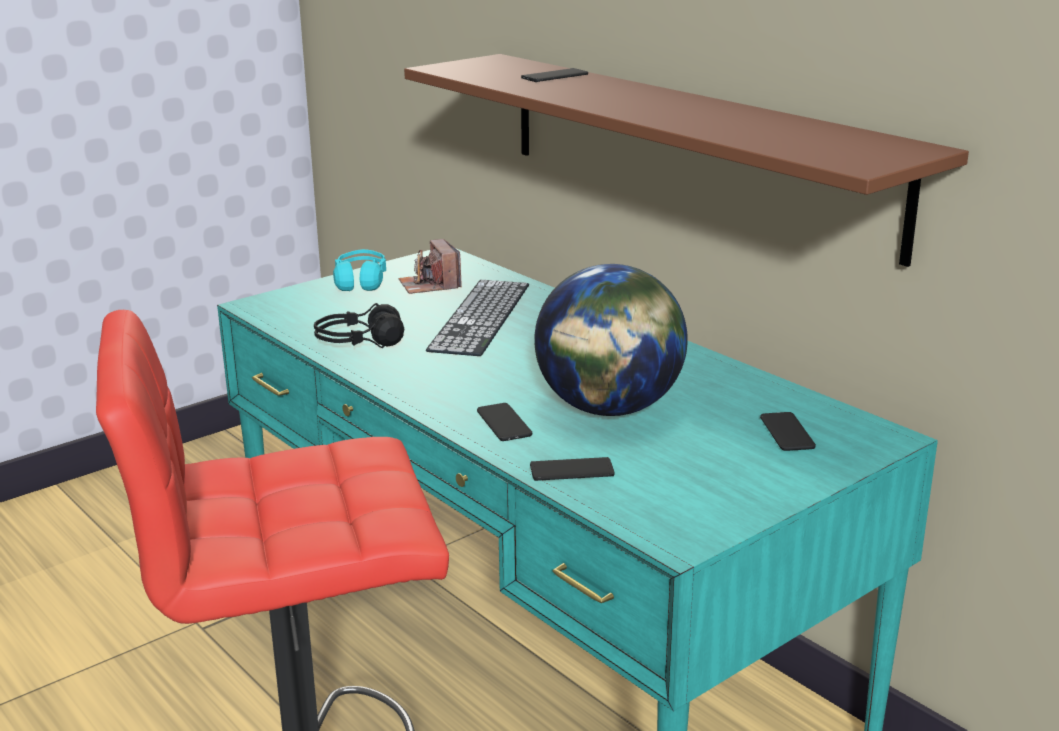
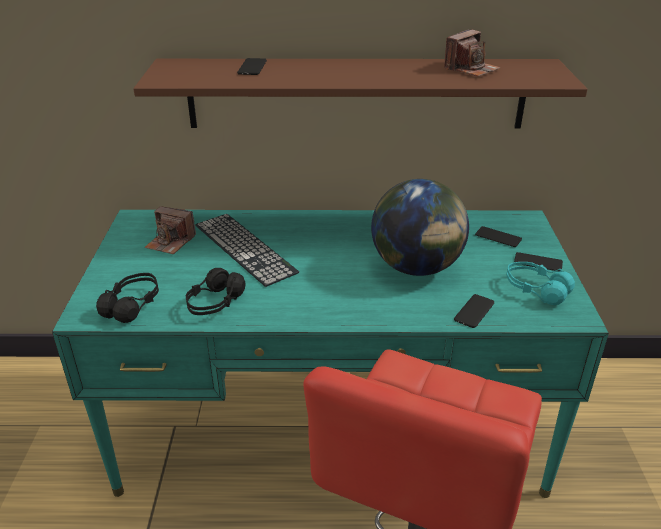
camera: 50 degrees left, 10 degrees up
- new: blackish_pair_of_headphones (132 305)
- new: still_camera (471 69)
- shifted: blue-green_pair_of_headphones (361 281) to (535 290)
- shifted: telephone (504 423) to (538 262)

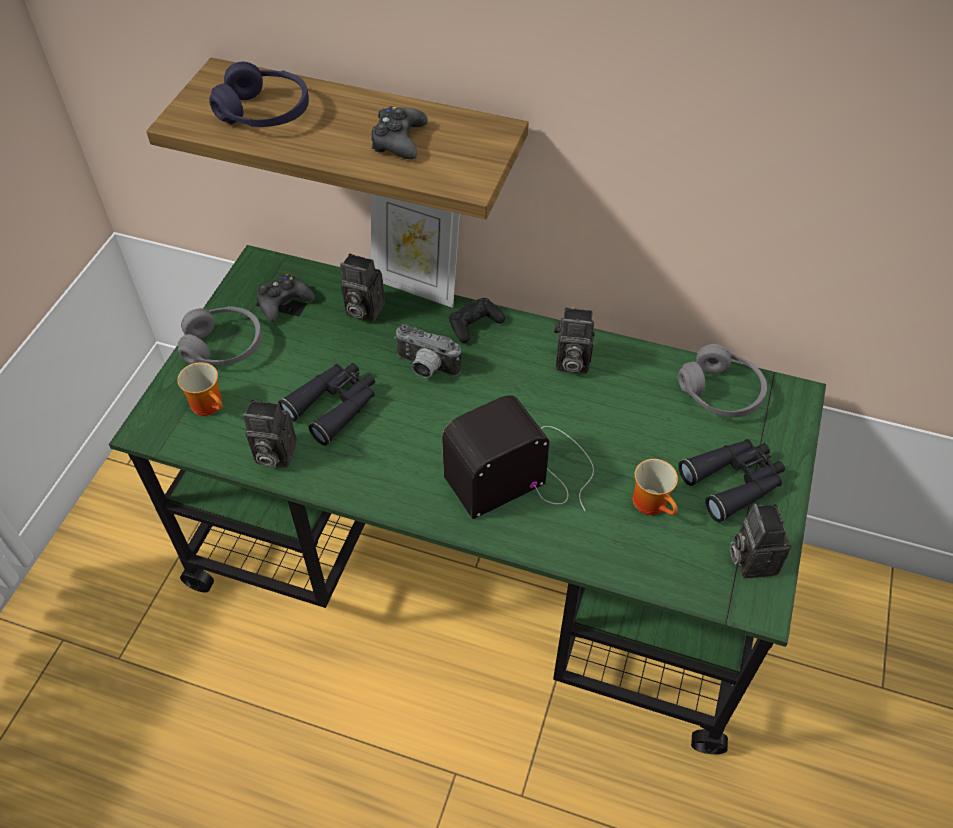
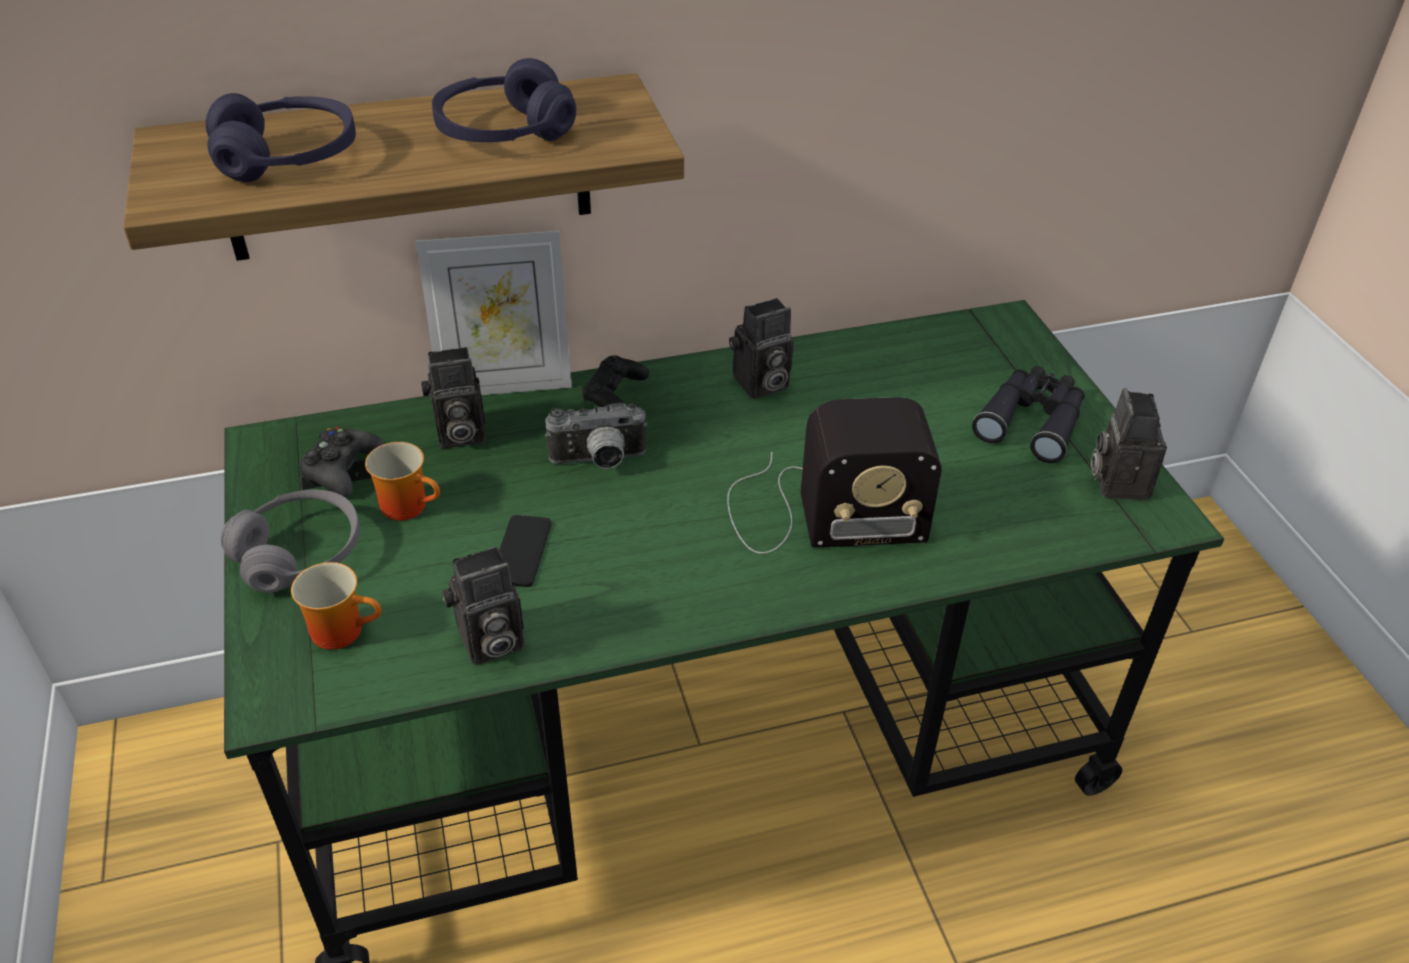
camera: 35 degrees left, 10 degrees down
- gone: gray_pair_of_headphones (720 393)
- shifted: tea_mug (654 503) to (410 505)
- swapped: blackish_field_glasses (334 406) to telephone (521 551)
- swapped: blackish_game_controller (398 140) to purple-coloured_pair_of_headphones (504 132)
- rotated: radio_set (525 472) = (818 512) 120 degrees counterclockwise
- rotated: still_camera (751 558) = (1117 480) 45 degrees clockwise

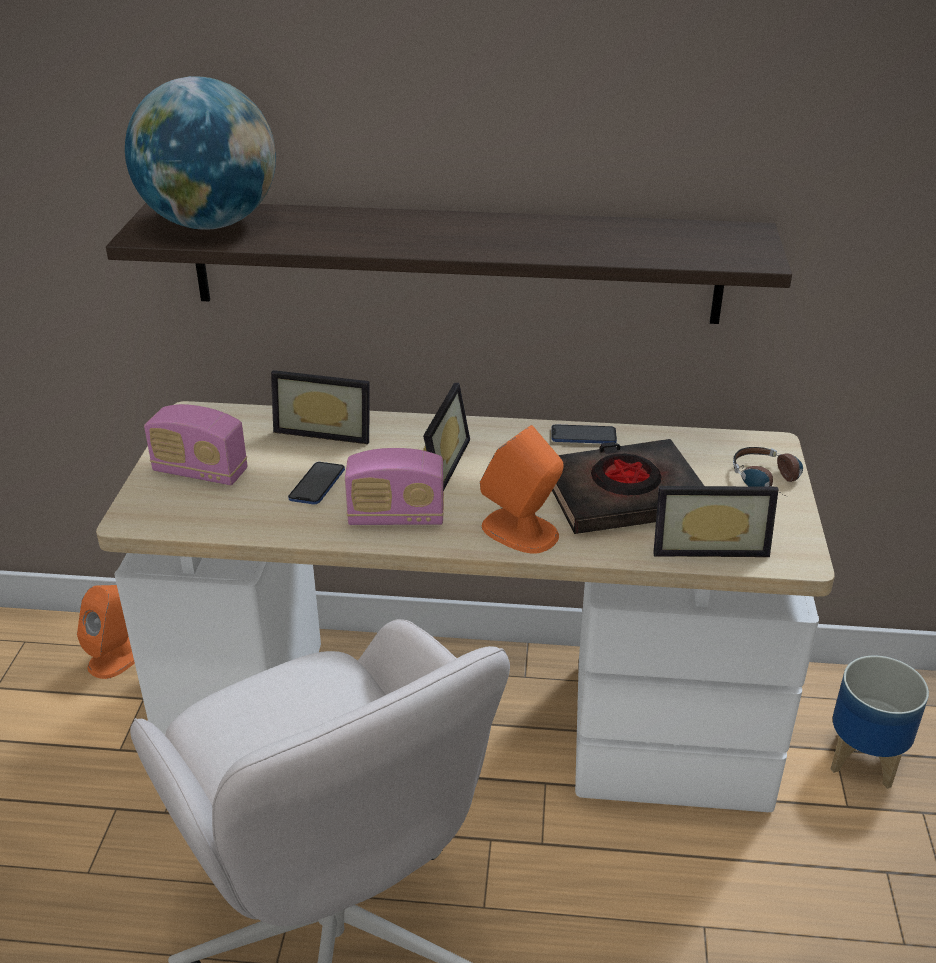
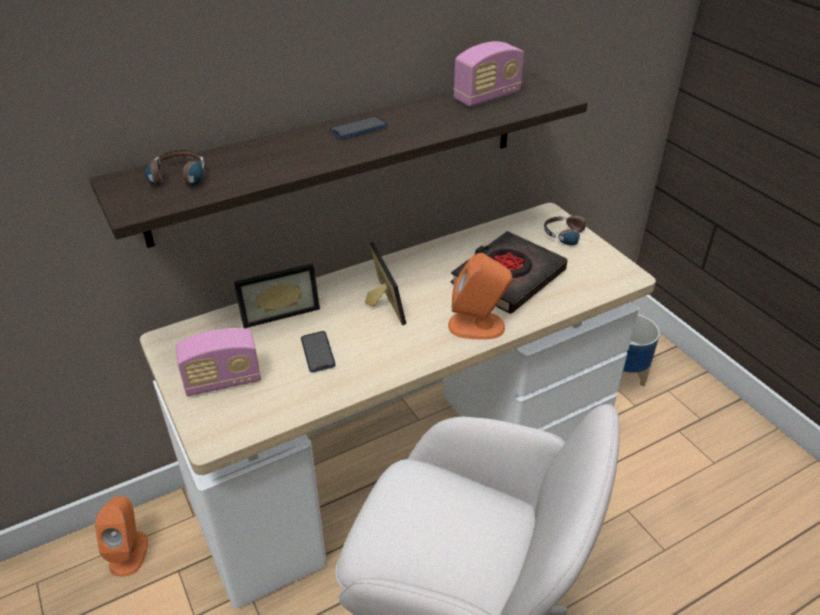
camera: 35 degrees left, 5 degrees up
- gone: picture_frame (708 544)
- shifted: radio_set (396 517) to (487 97)
- shifted: telephone (583 436) to (358 129)
- swapped: world_globe (211 224) to pair_of_headphones (176 182)

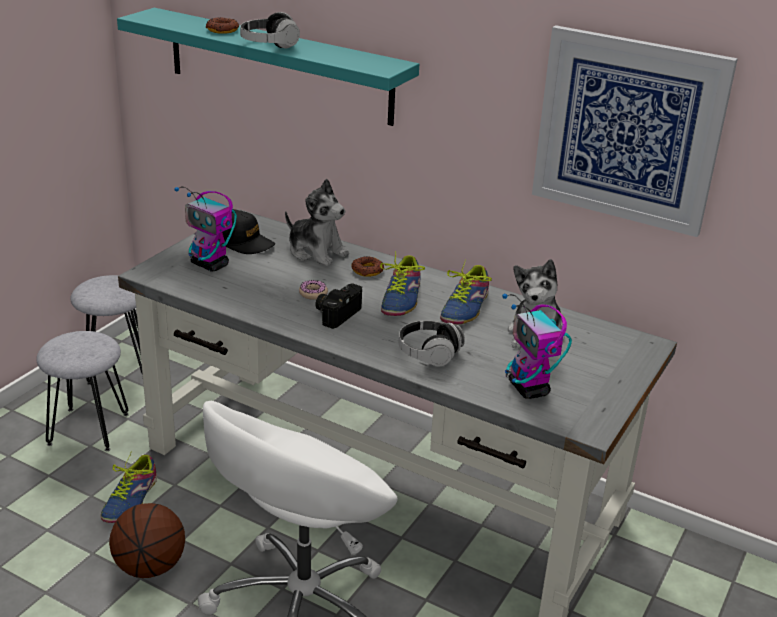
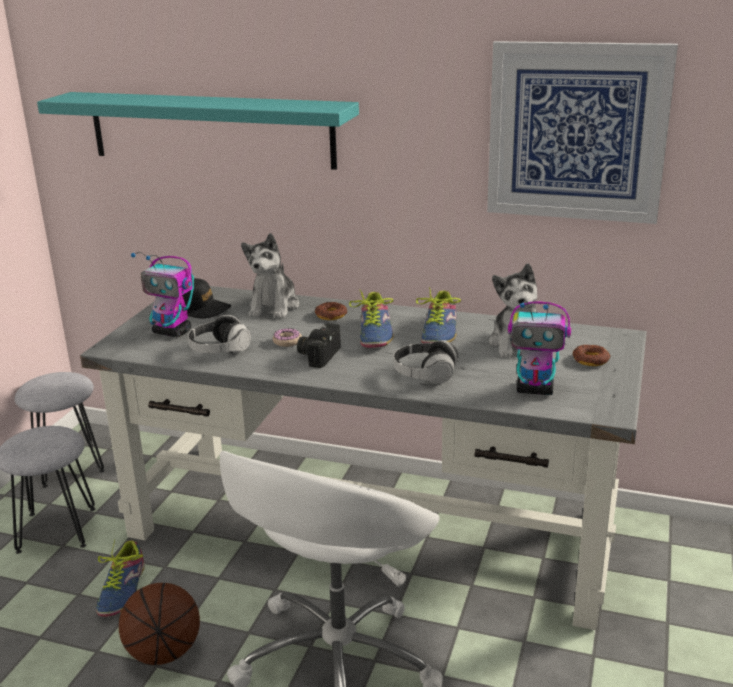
camera: 10 degrees left, 5 degrees down
- shifted: donut (222 30) to (590 360)
- shifted: pair_of_headphones (269 45) to (219 350)
- rotated: soft_toy (316 252) = (274 307) 75 degrees clockwise
- rotated: toy_robot (529 389) = (535 389) 45 degrees counterclockwise

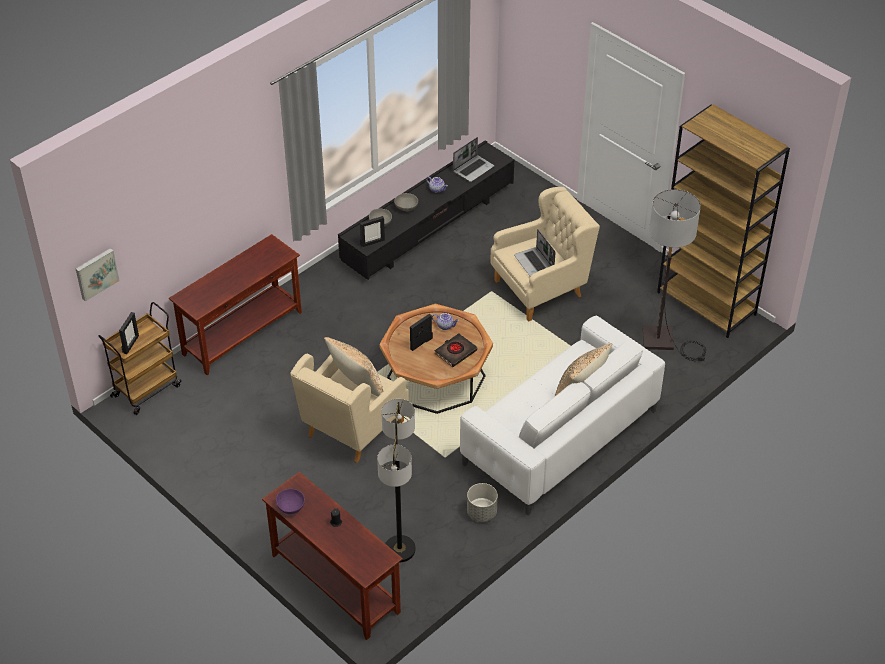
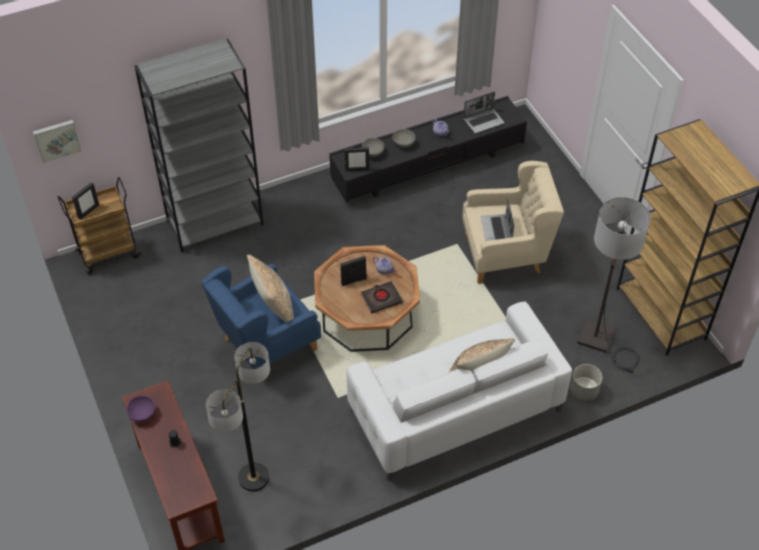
camera: 20 degrees right, 5 degrees up
- shifted: gray_planter (481 512) to (584 391)
- swapped: brownish_narrow_table (242 333) to gray_bookshelf (215 223)
- repainted: sand-coloured_easy_chair (351 430) to bluish_easy_chair (266 344)

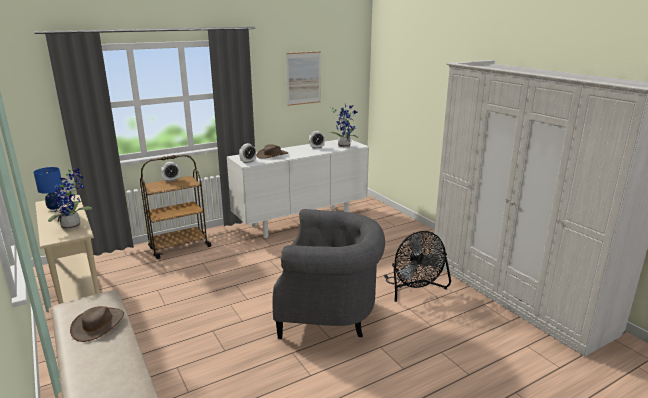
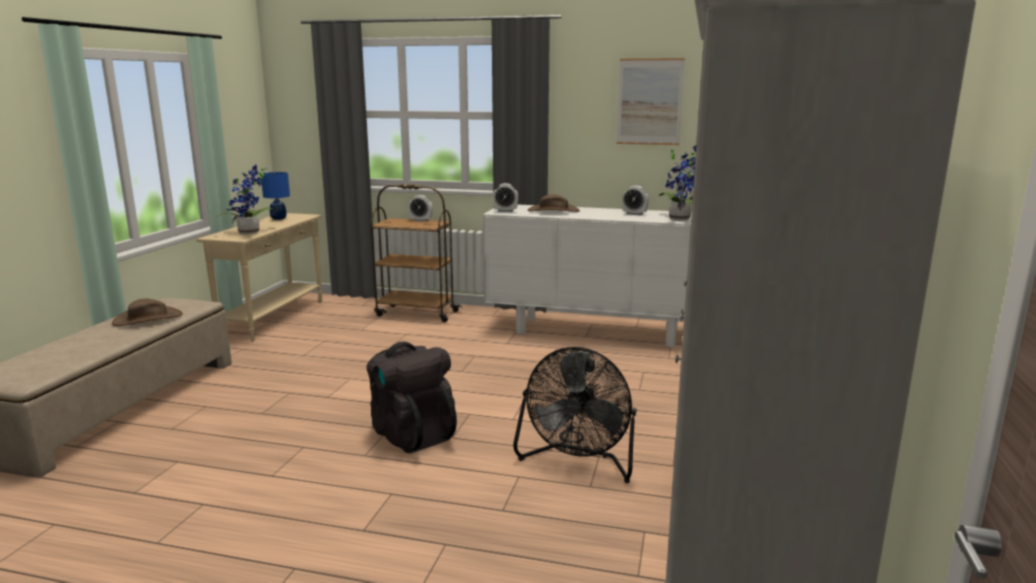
camera: 45 degrees right, 5 degrees down
- swapped: gray_easy_chair (328 315) to blackish_knapsack (411 434)

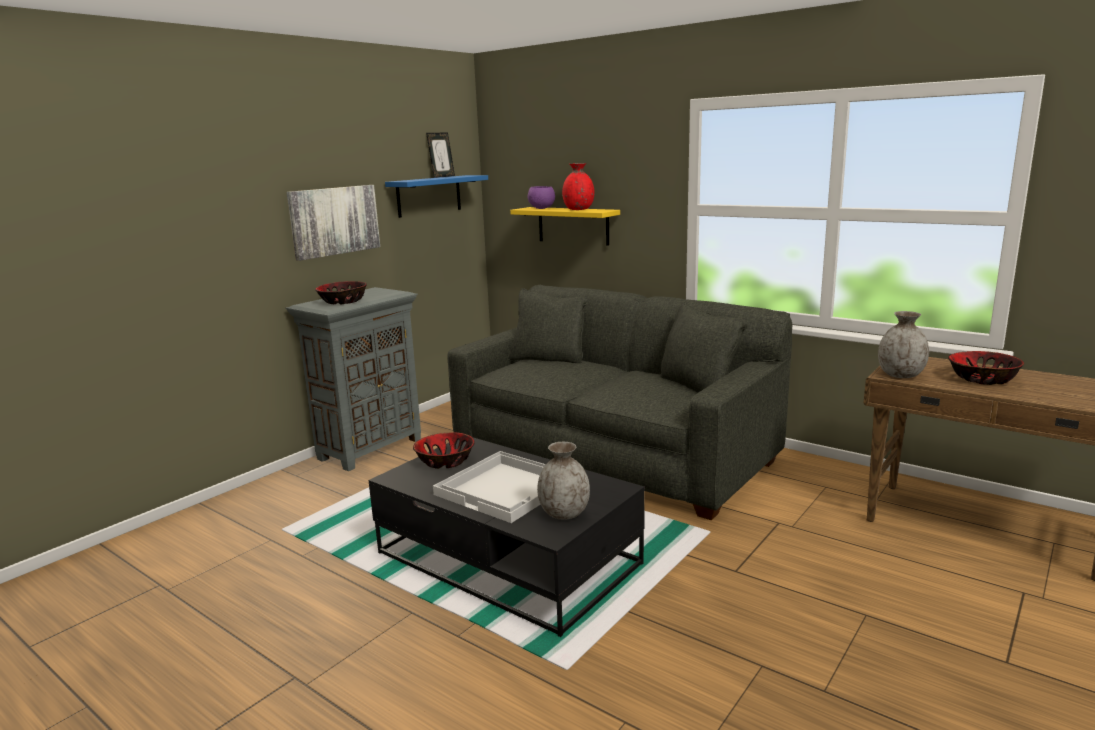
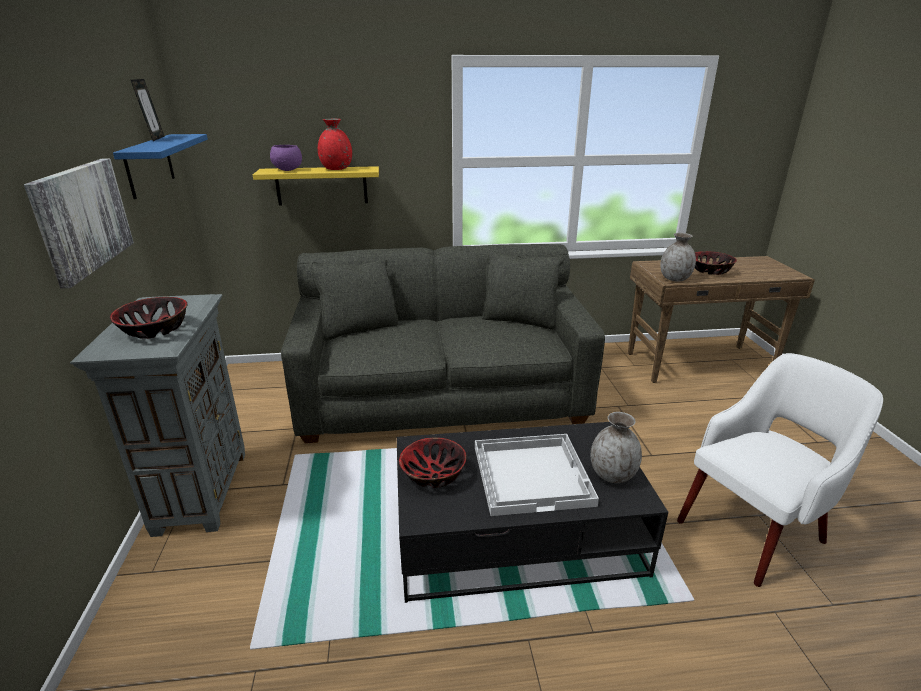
camera: 45 degrees left, 10 degrees up
- new: white-coloured_easy_chair (753 530)

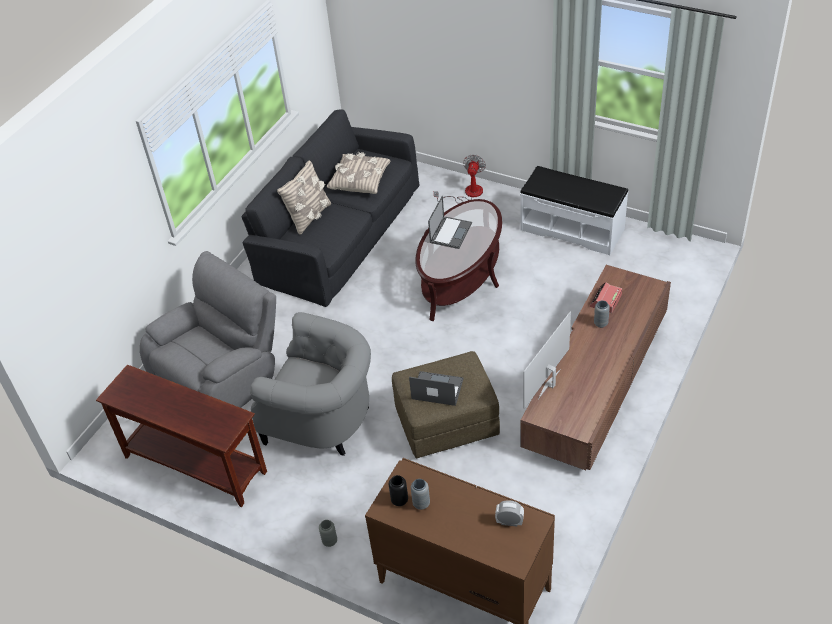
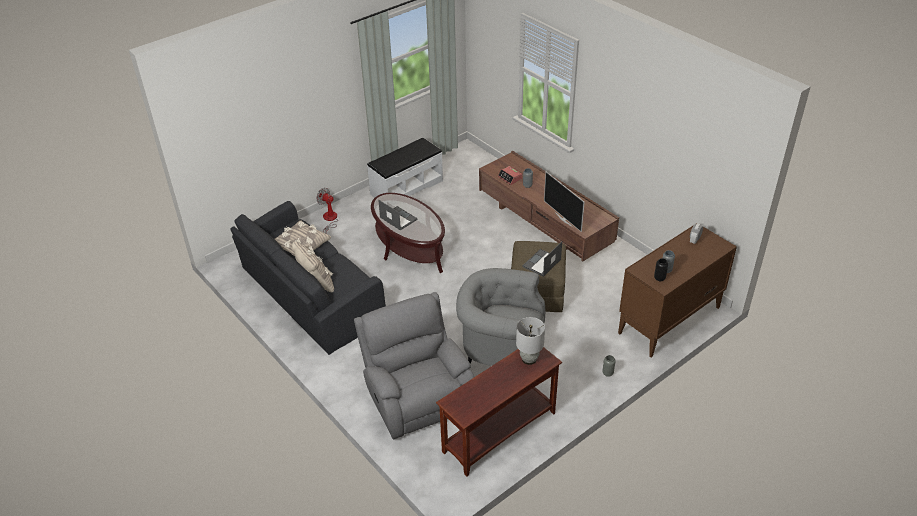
camera: 70 degrees left, 5 degrees down
- new: white-coloured_table_lamp (529 359)
- rotated: gray_easy_chair (322 422) = (500 351) 120 degrees counterclockwise

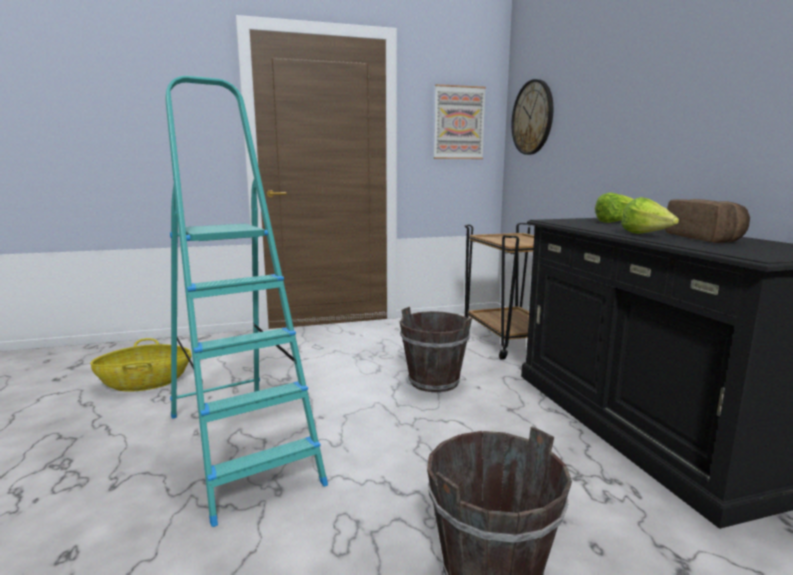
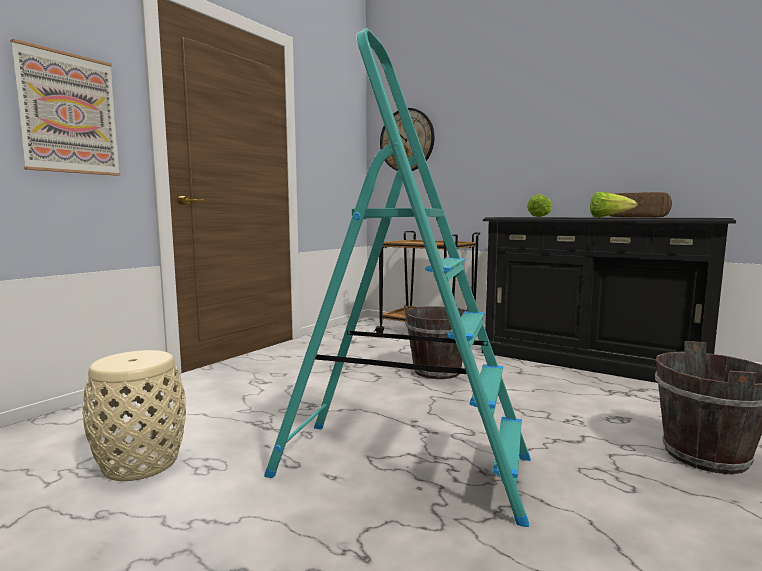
camera: 40 degrees left, 5 degrees down
- shifted: wall_art (459 123) to (68 114)
- swapped: household_basket (145 382) to sand-coloured_stool (140 463)

